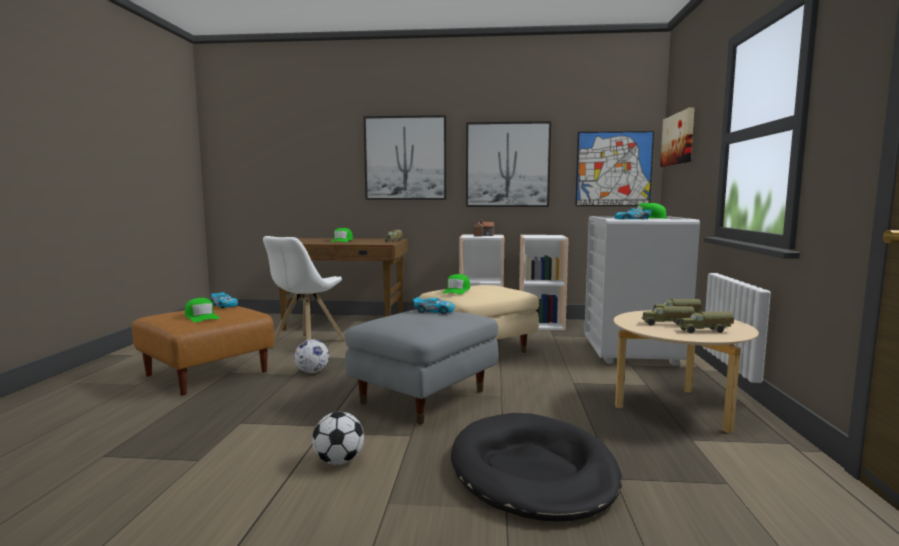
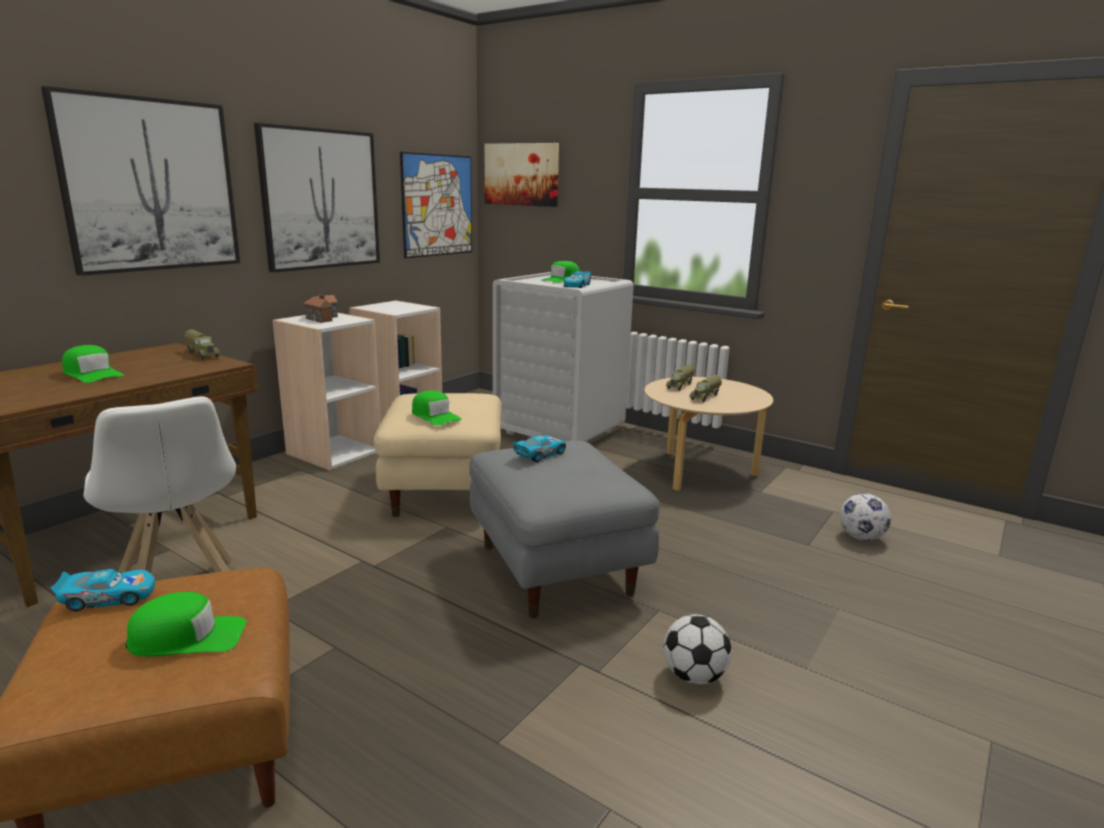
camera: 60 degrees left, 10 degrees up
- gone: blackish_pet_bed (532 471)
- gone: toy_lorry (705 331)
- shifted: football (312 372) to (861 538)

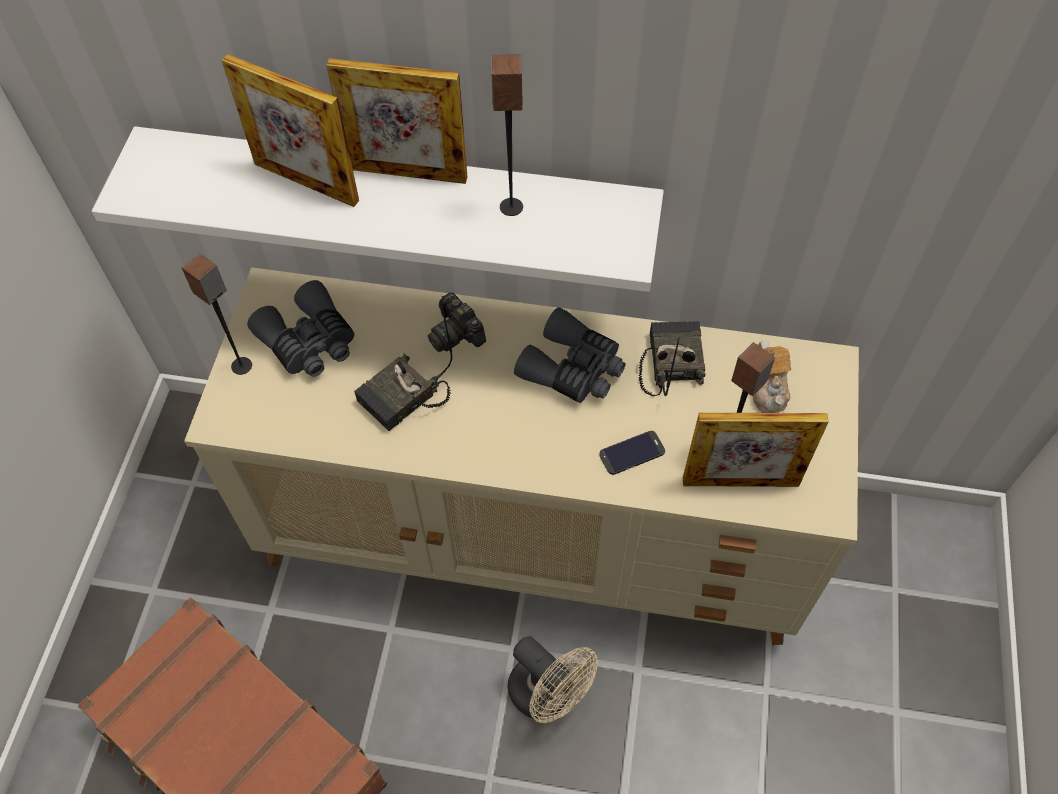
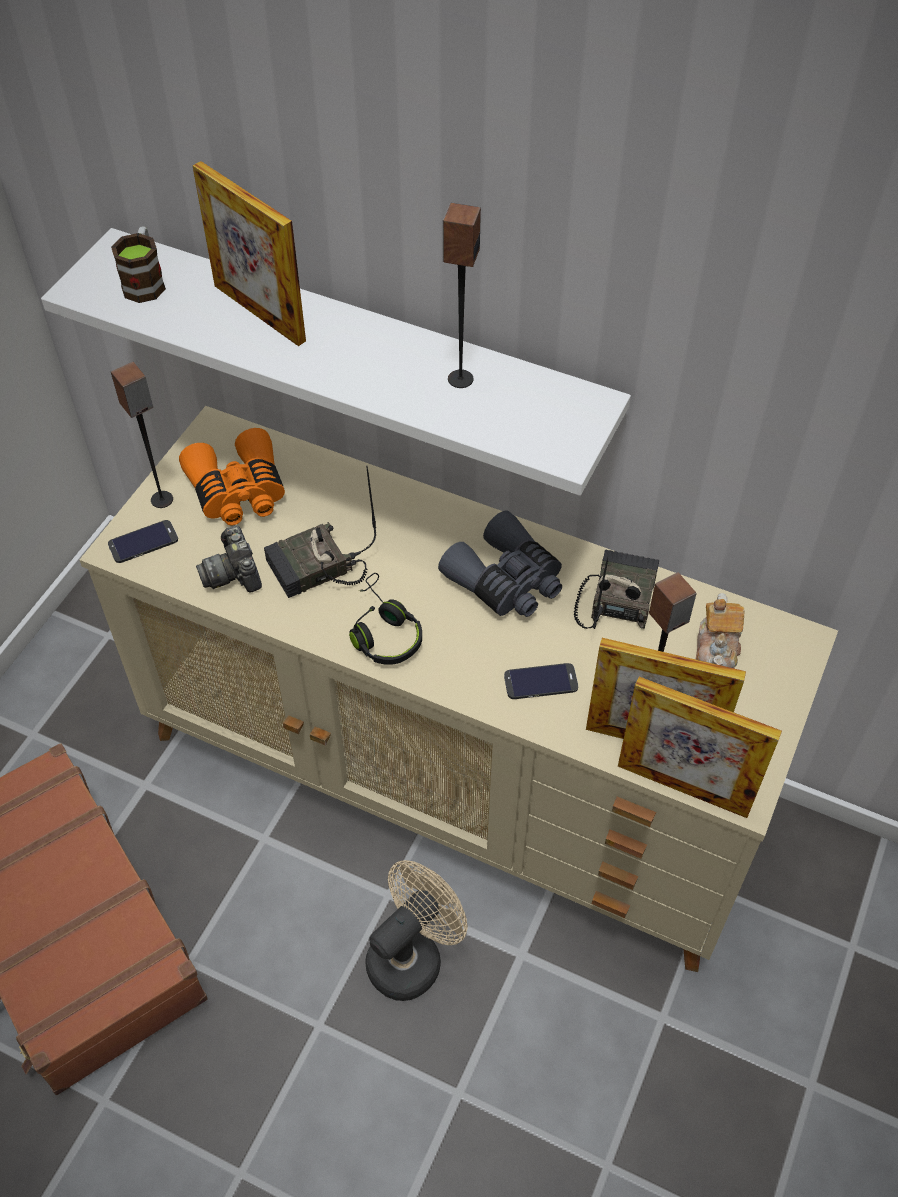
camera: 15 degrees right, 5 degrees down
- new: telephone (143 542)
- new: tea_mug (145 281)
- new: blackish_pair_of_headphones (383 631)
- shifted: picture_frame (408 173) to (683 787)
- shifted: still_camera (456 334) to (233 573)
- repainted: gray_field_glasses (309 342) to orange_field_glasses (238 492)
- rotated: sand-coloured_electric_fan (548 695) = (412 955) 105 degrees counterclockwise

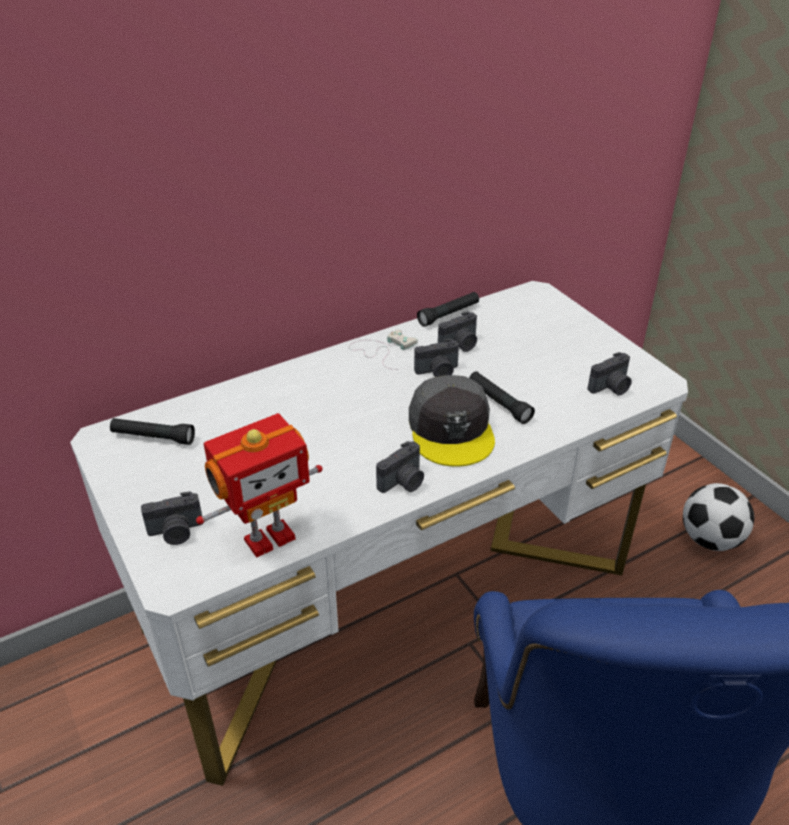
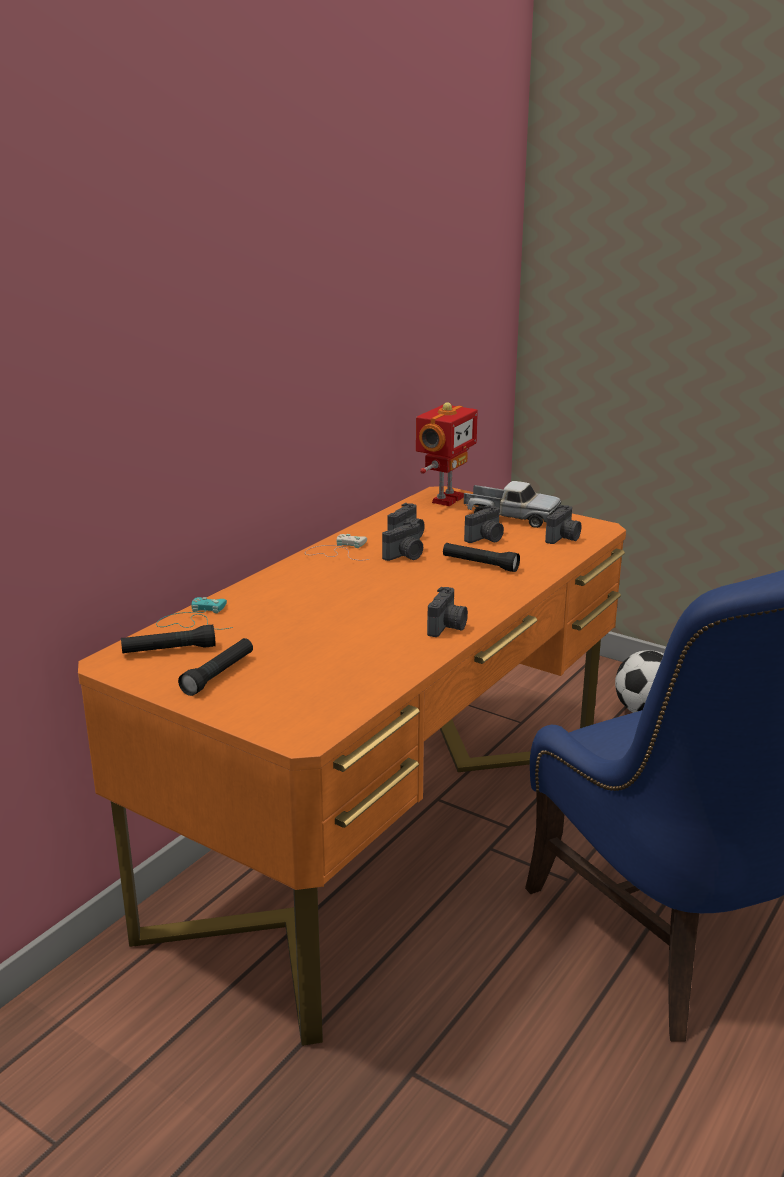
camera: 25 degrees left, 15 degrees down
- gone: gray_baseball_cap (451 430)
- new: blue-green_game_controller (195 619)
- new: toy_lorry (511 516)
- shifted: still_camera (176 532) to (486 538)
- shifted: toy_robot (268 537) to (445 499)
- shifted: blackish_hand_torch (448 315) to (218 674)
- repainted: white-coloured_desk_unit (392 598) to orange_desk_unit (388 836)

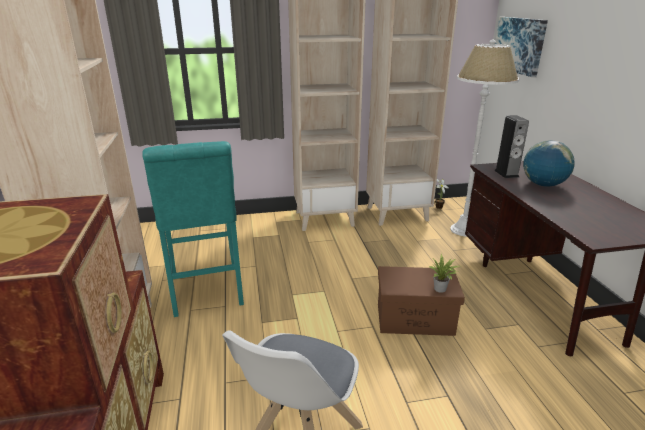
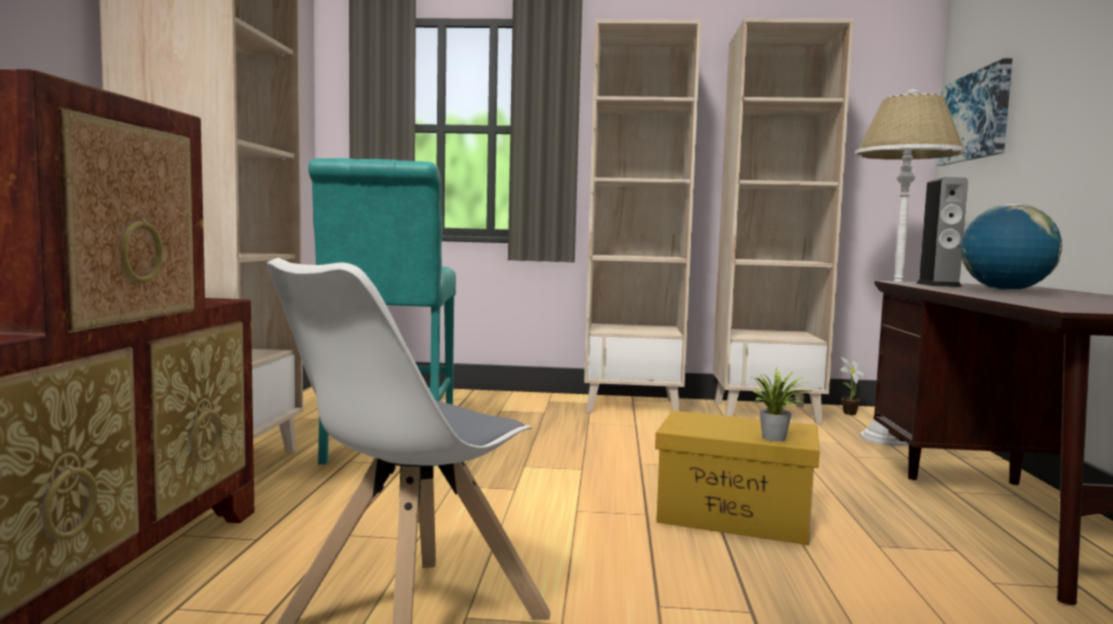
camera: 15 degrees right, 20 degrees down
- repainted: brownish_storage_container (415 319) to yellowish_storage_container (735 517)

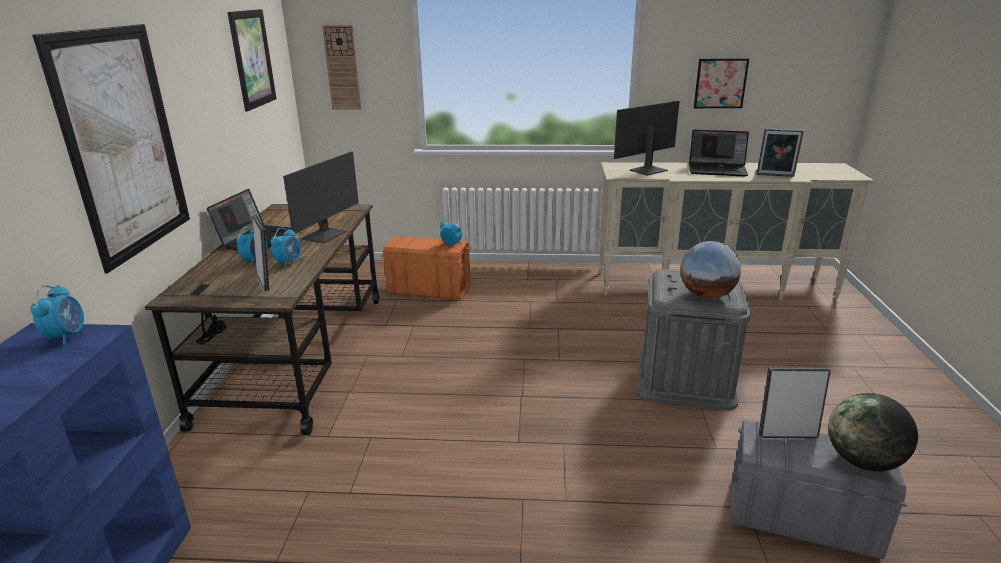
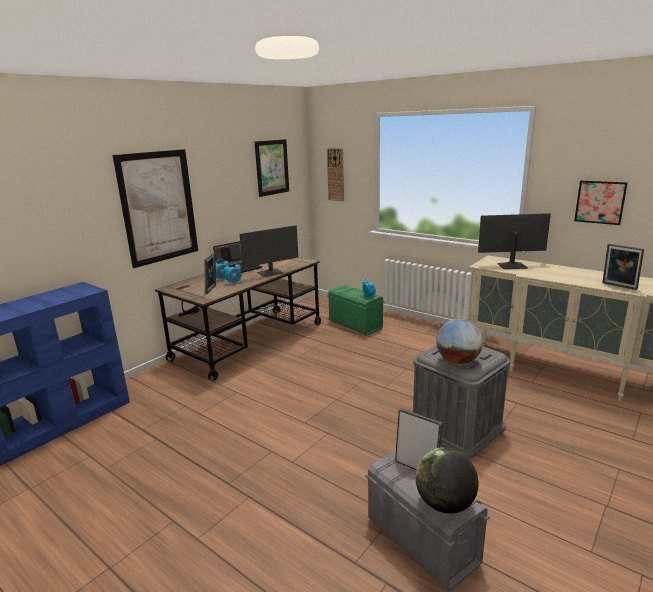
camera: 35 degrees right, 5 degrees down
- gone: alarm_clock (67 336)
- gone: portable_computer (718 170)
- repainted: orange_storage_container (429 289) to green-coloured_storage_container (355 324)

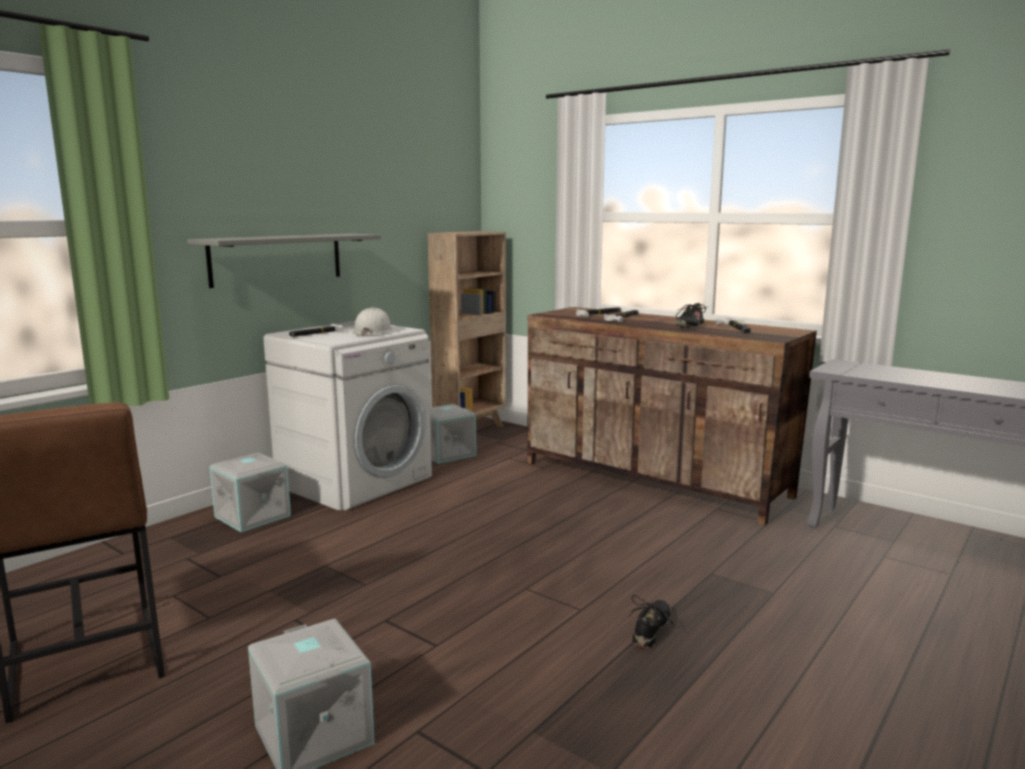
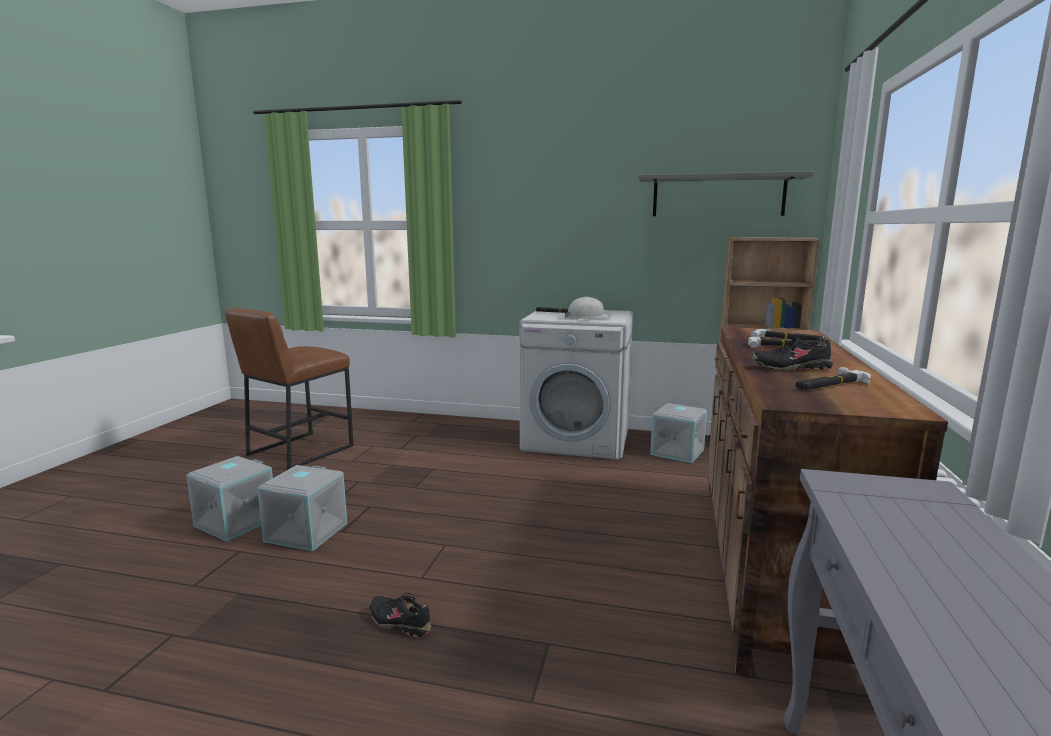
camera: 65 degrees right, 0 degrees up
- shifted: gray_shelf (277 259) to (718 196)
- shifted: gray_storage_container (254 516) to (307 533)
- rotated: blackish_shoe (651 630) = (400 622) 150 degrees counterclockwise

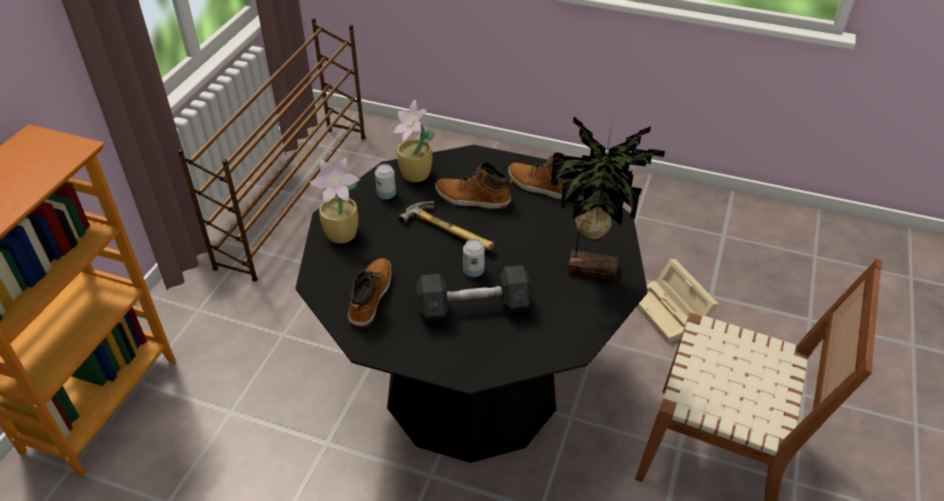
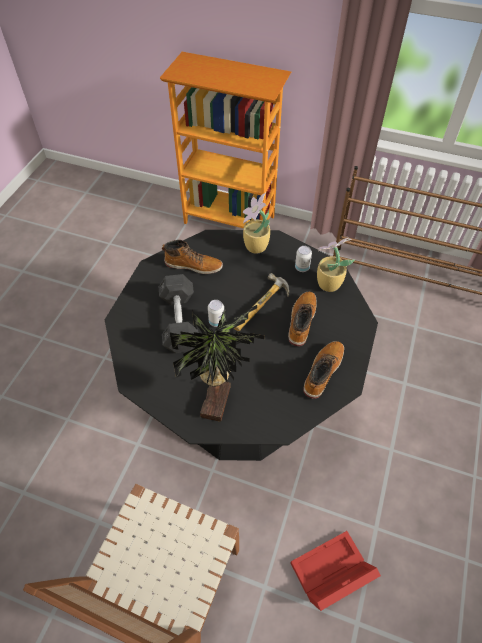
camera: 90 degrees right, 10 degrees up
- repainted: sand-coloured_storage_container (671 311) to red-coloured_storage_container (330 573)

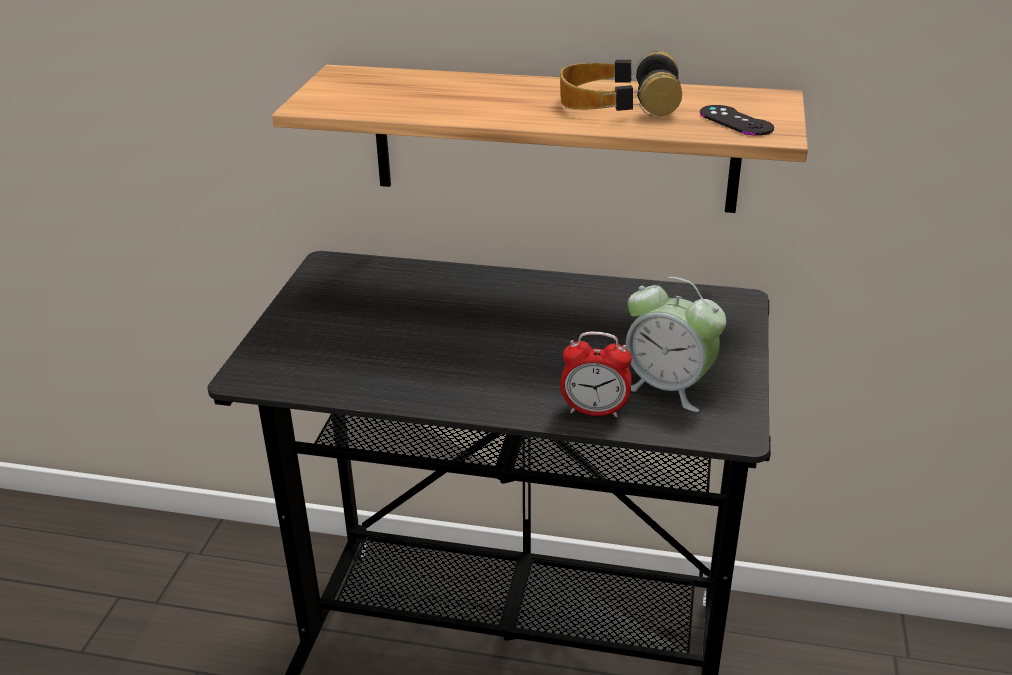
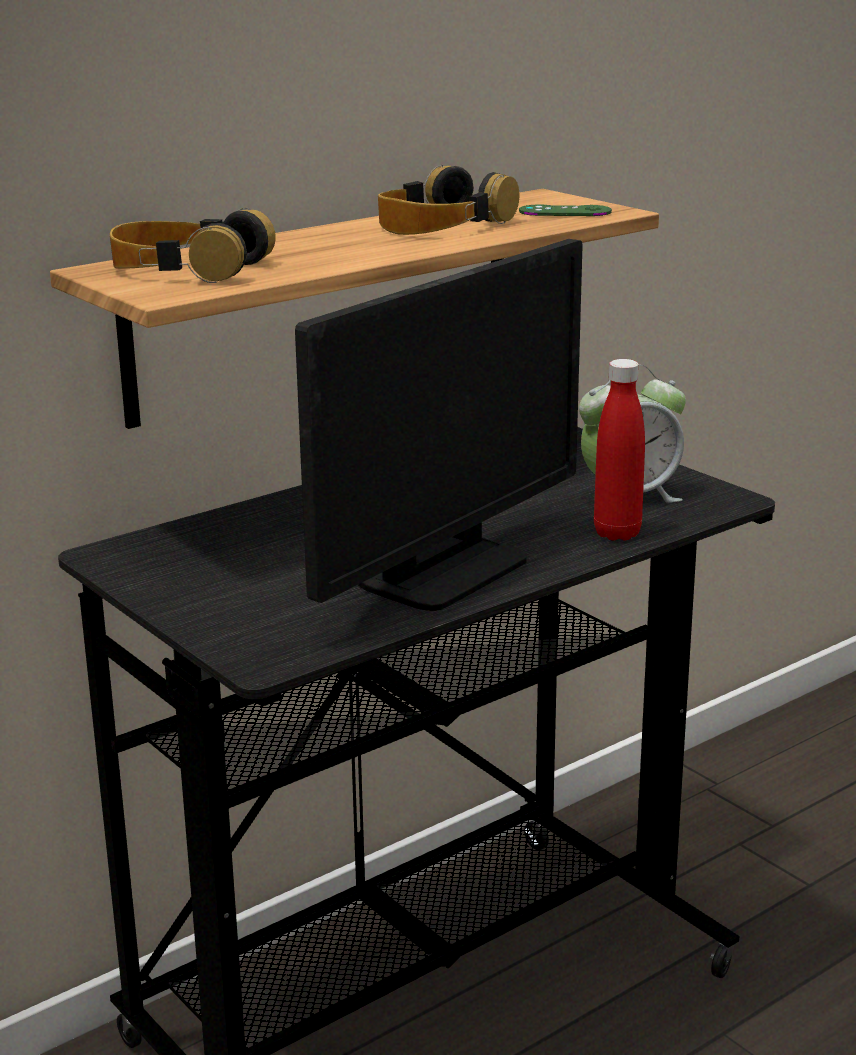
camera: 50 degrees left, 10 degrees down
- new: pair_of_headphones (188 268)
- new: computer_screen (443 571)
- swapped: alarm_clock (594 411) to red-coloured_bottle (617 533)
- repainted: blackish_game_controller (736 121) to green-coloured_game_controller (565 212)

